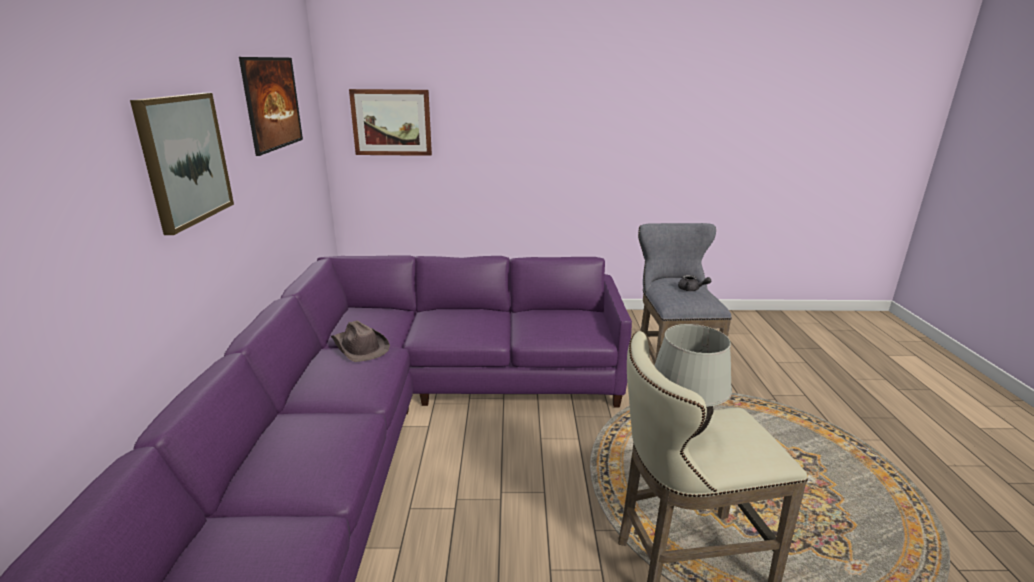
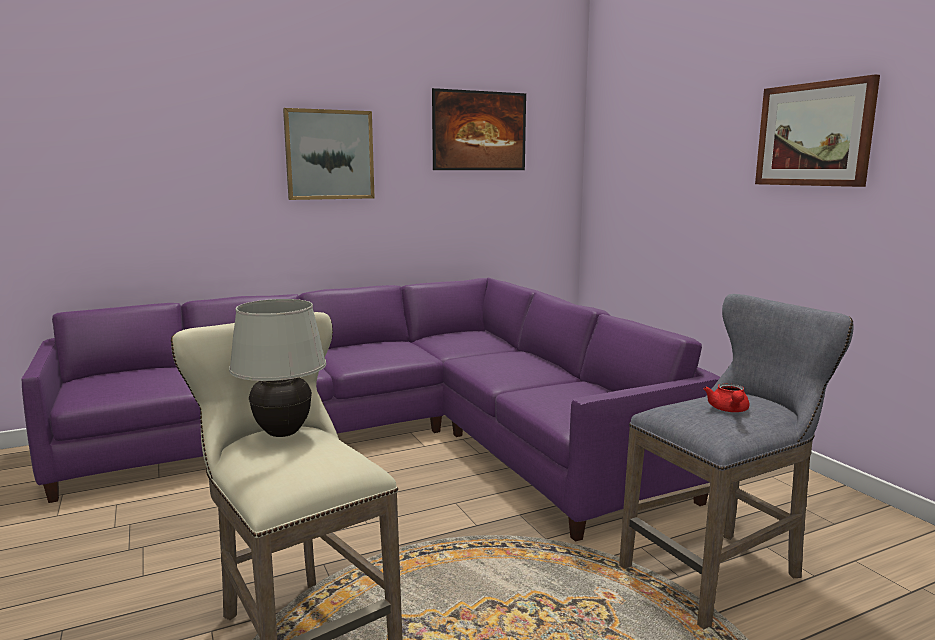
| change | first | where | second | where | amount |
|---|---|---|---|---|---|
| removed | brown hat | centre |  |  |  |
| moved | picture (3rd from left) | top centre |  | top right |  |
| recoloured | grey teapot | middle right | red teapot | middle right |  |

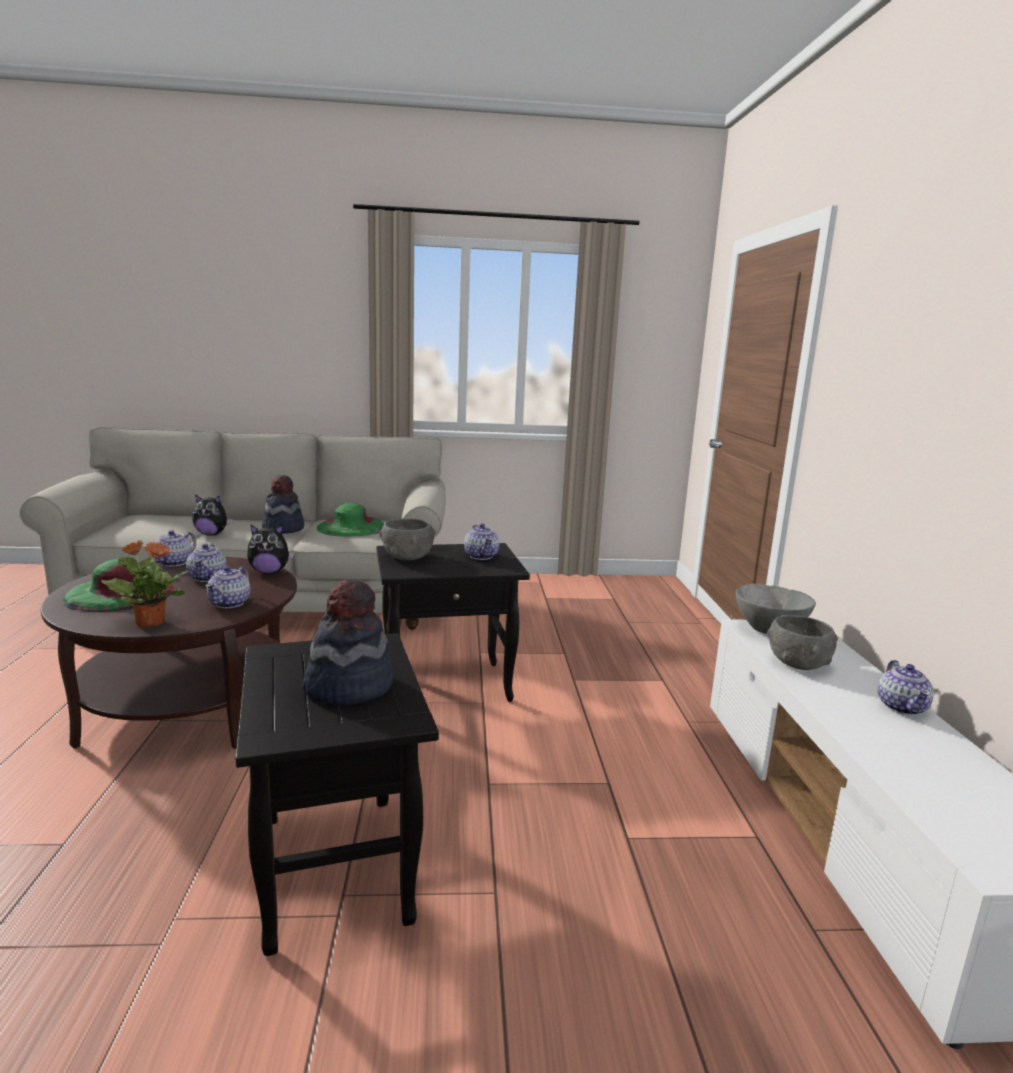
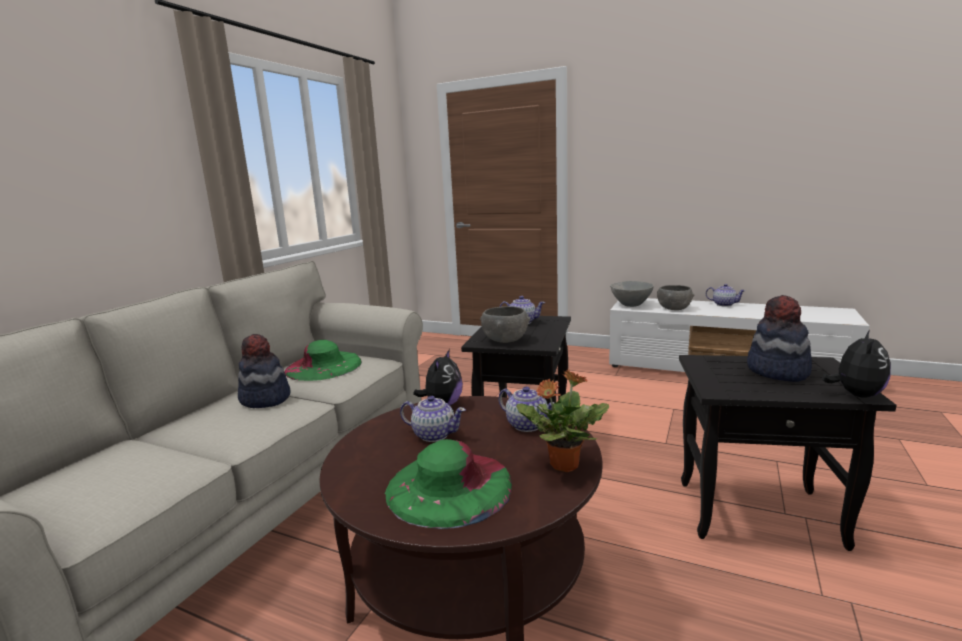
| change | first | where | second | where | amount |
|---|---|---|---|---|---|
| removed | teapot (1st from left) | middle left |  |  |  |
| moved | plush toy (1st from left in the first image) | middle left | plush toy (2nd from left) | middle right |  |

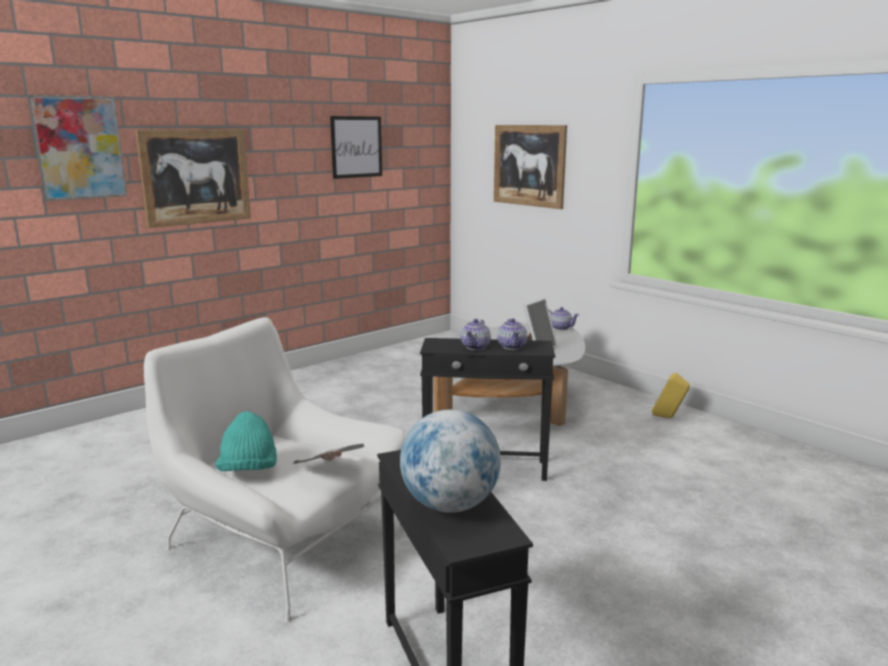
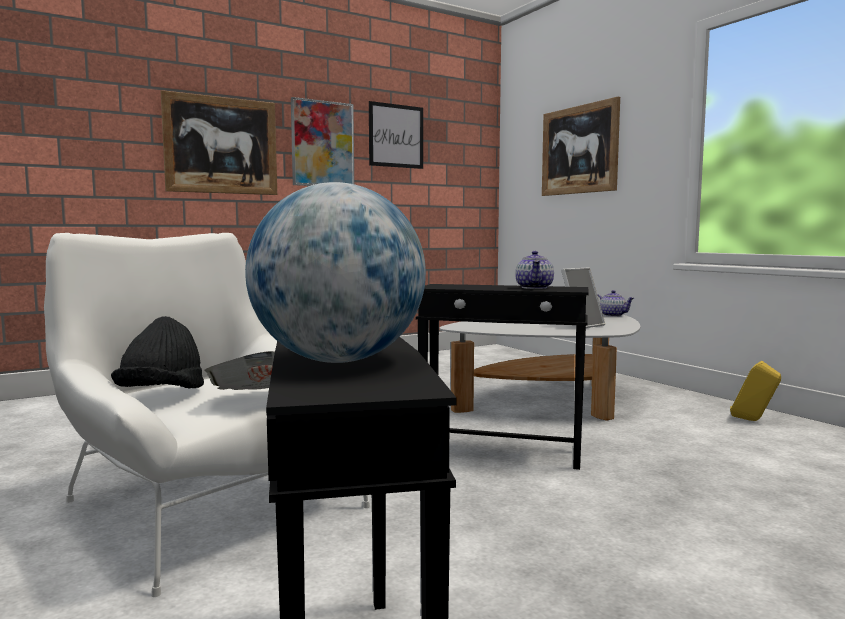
| change | first | where | second | where | amount |
|---|---|---|---|---|---|
| removed | teapot (1st from left) | centre |  |  |  |
| moved | picture (1st from left in the first image) | top left | picture (2nd from left) | top centre |  |
| recoloured | turquoise hat | middle left | black hat | middle left |  |

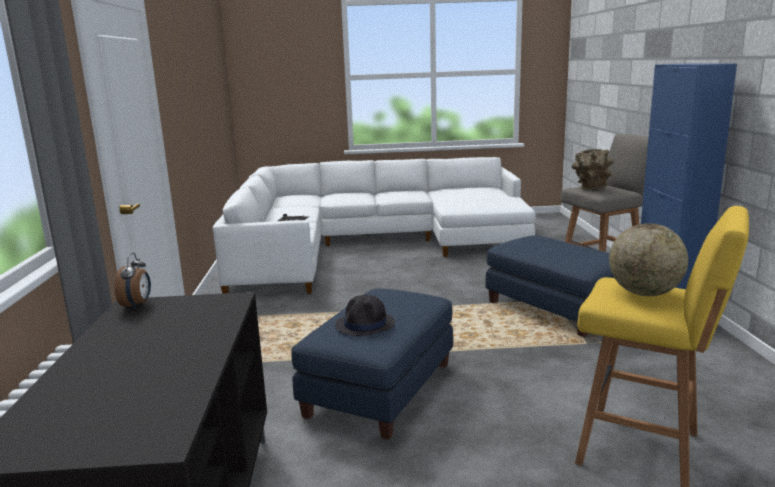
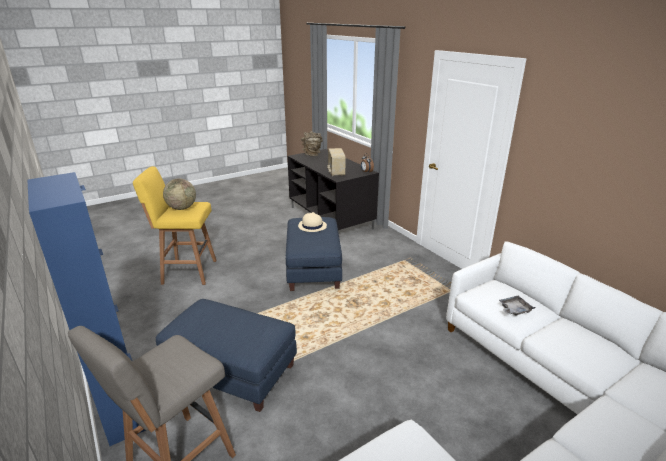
| change | first | where | second | where | amount |
|---|---|---|---|---|---|
| added |  |  | radio | centre |  |
| moved | brown vase | middle right |  | top centre |  |
| recoloured | black hat | centre | beige hat | centre |  |

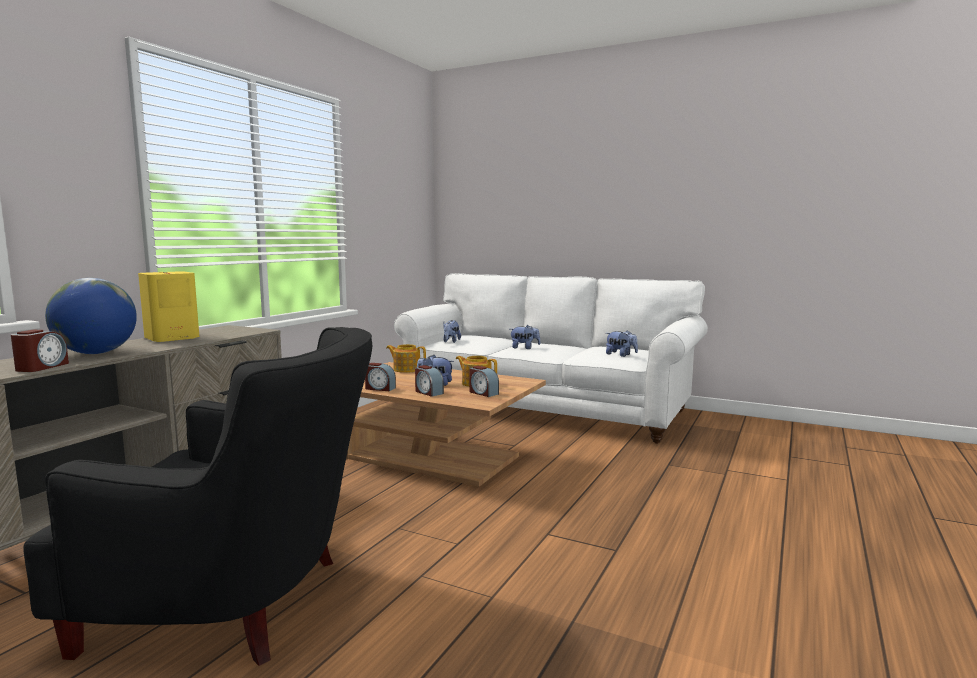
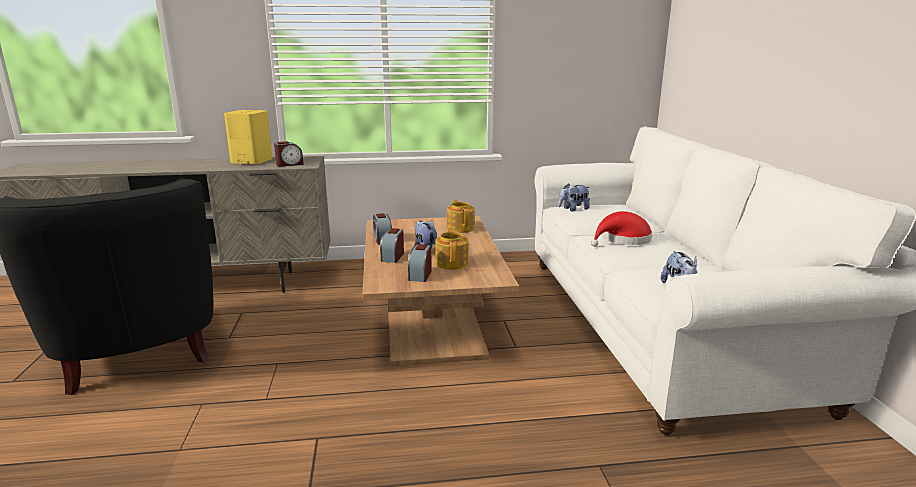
| change | first | where | second | where | amount |
|---|---|---|---|---|---|
| removed | globe | middle left |  |  |  |
| moved | alarm clock (1st from left) | middle left |  | top left |  |
| replaced | plush toy (3rd from left) | centre | red hat | middle right |  |

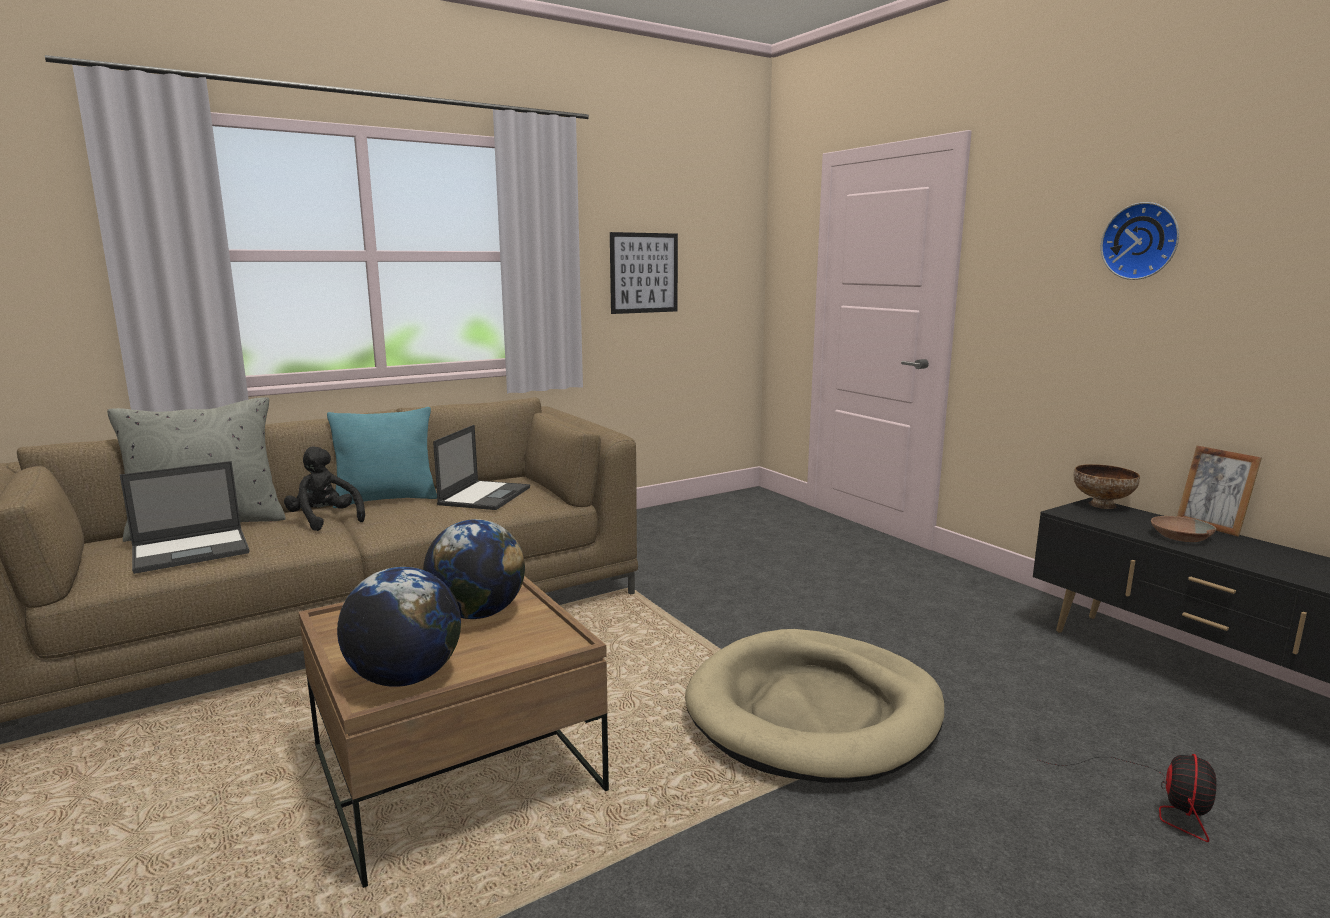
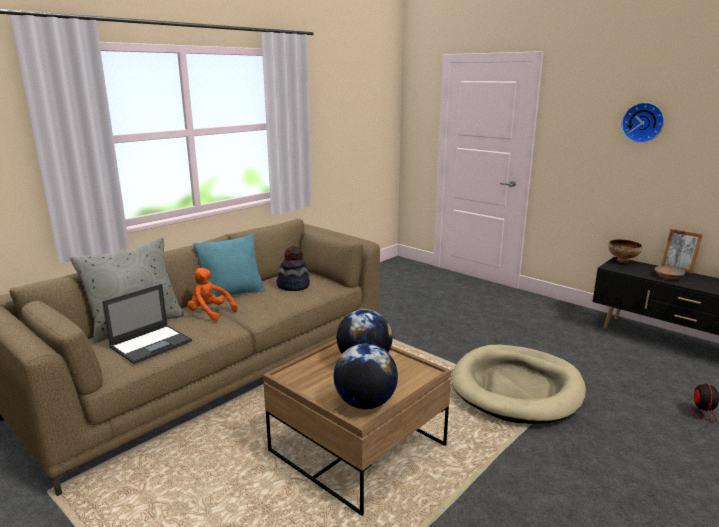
| change | first | where | second | where | amount |
|---|---|---|---|---|---|
| removed | picture | top centre |  |  |  |
| replaced | laptop (2nd from left) | centre | hat | centre |  |
| recoloured | black plush toy | middle left | orange plush toy | middle left |  |

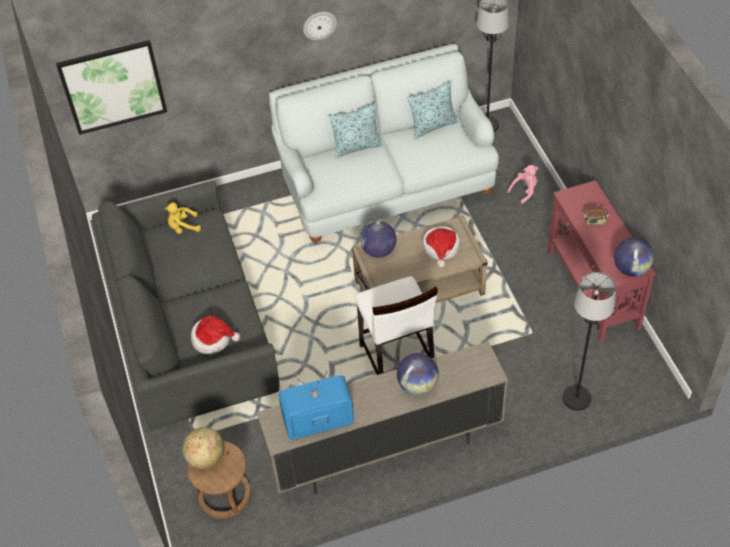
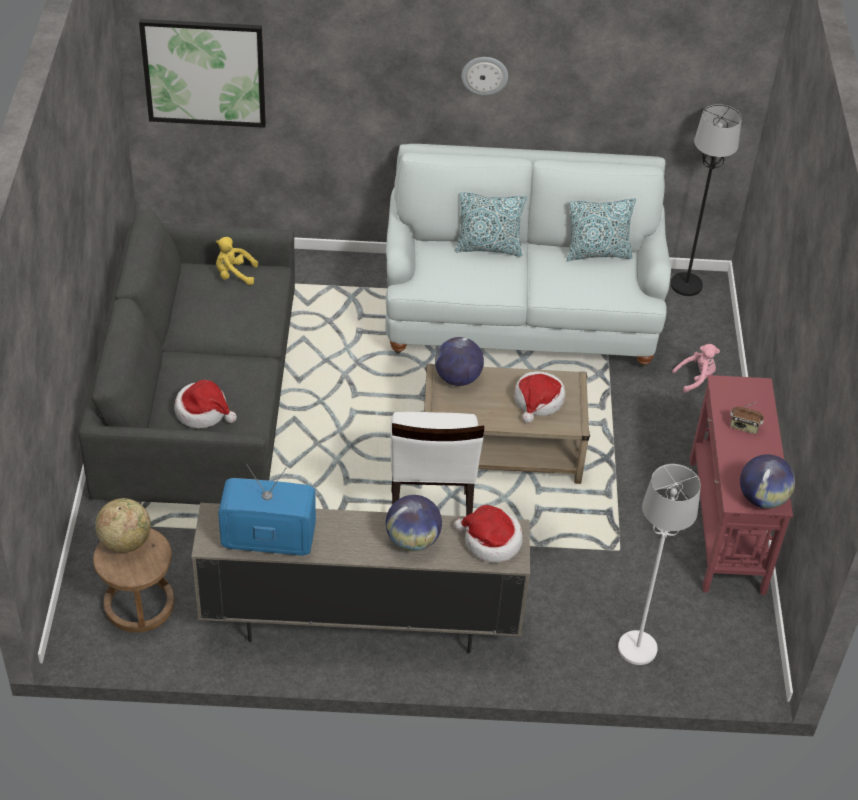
| change | first | where | second | where | amount |
|---|---|---|---|---|---|
| added |  |  | hat (2nd from left) | bottom centre |  |
| recoloured | black floor lamp (2nd from left) | middle right | white floor lamp | bottom right |  |

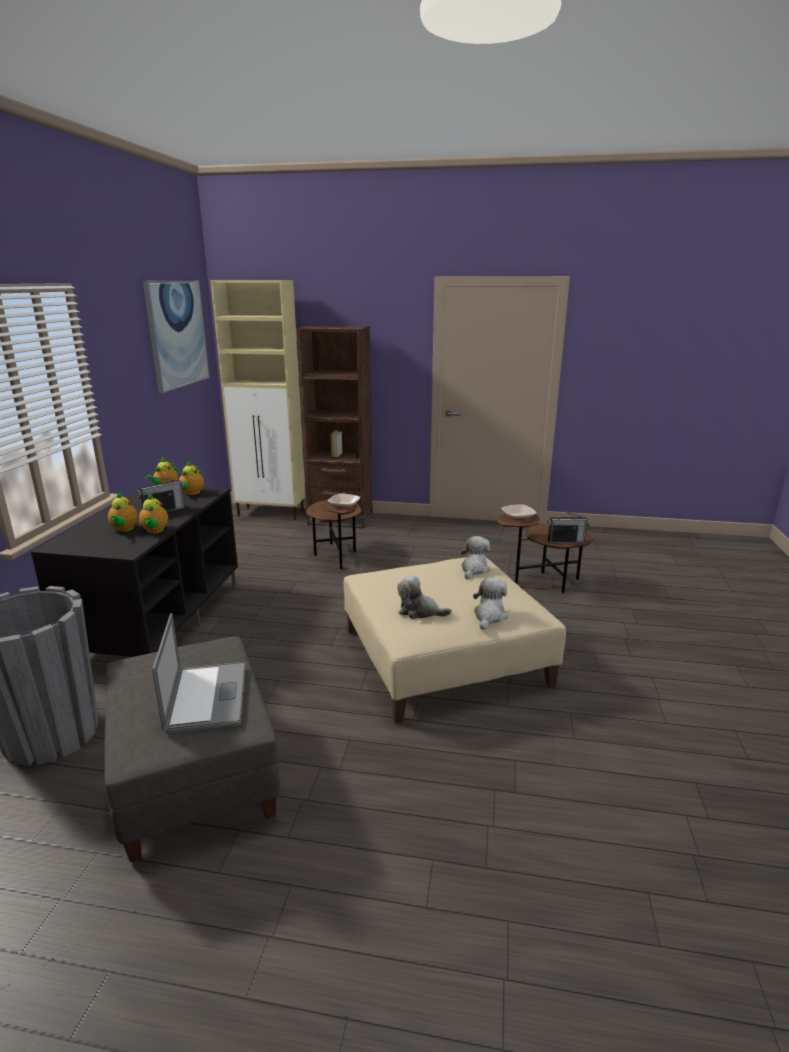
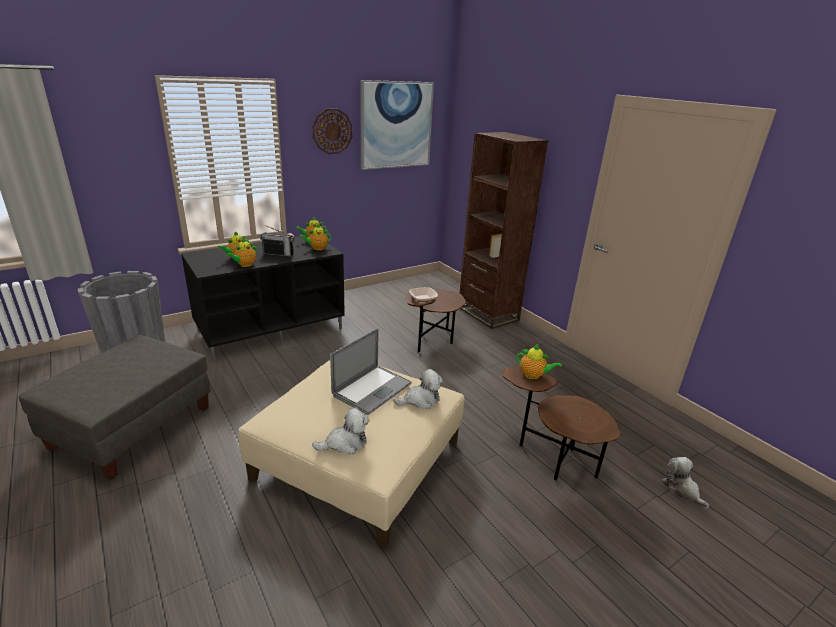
| change | first | where | second | where | amount |
|---|---|---|---|---|---|
| removed | beige cabinet | middle left |  |  |  |
| removed | radio (2nd from left) | middle right |  |  |  |
| added |  |  | wall clock | top centre |  |
| moved | laptop | middle left |  | centre |  |
| moved | plush toy (1st from left in the first image) | centre | plush toy (3rd from left) | bottom right |  |
| replaced | bowl (2nd from left) | centre | teapot (5th from left) | centre |  |

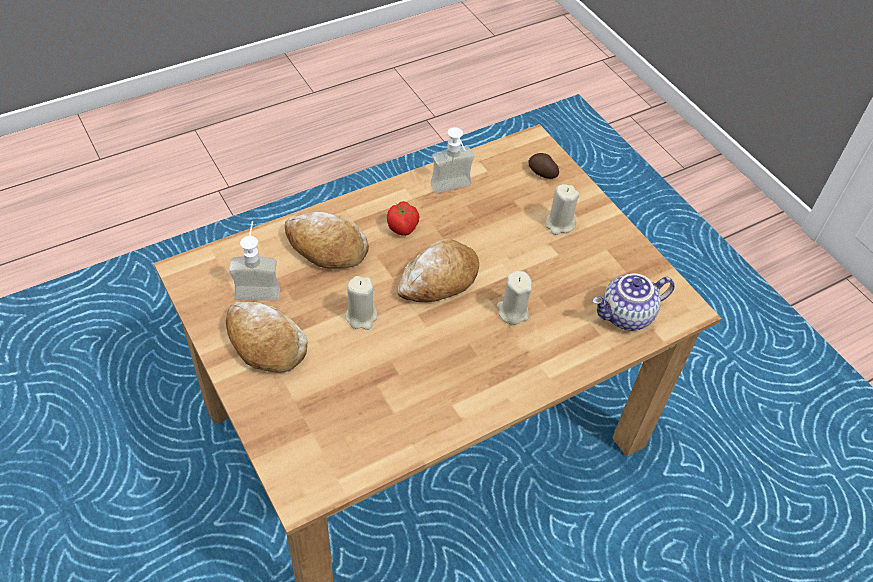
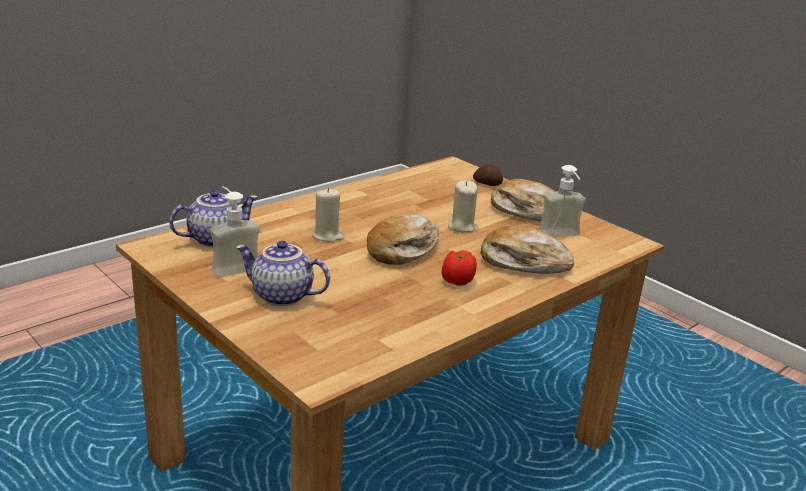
| change | first | where | second | where | amount |
|---|---|---|---|---|---|
| moved | soap dispenser (2nd from left in the first image) | top centre | soap dispenser (1st from left) | middle left |  |
| moved | potato | top centre |  | centre |  |
| replaced | beige candle (3rd from left) | centre | teapot (2nd from left) | centre |  |

